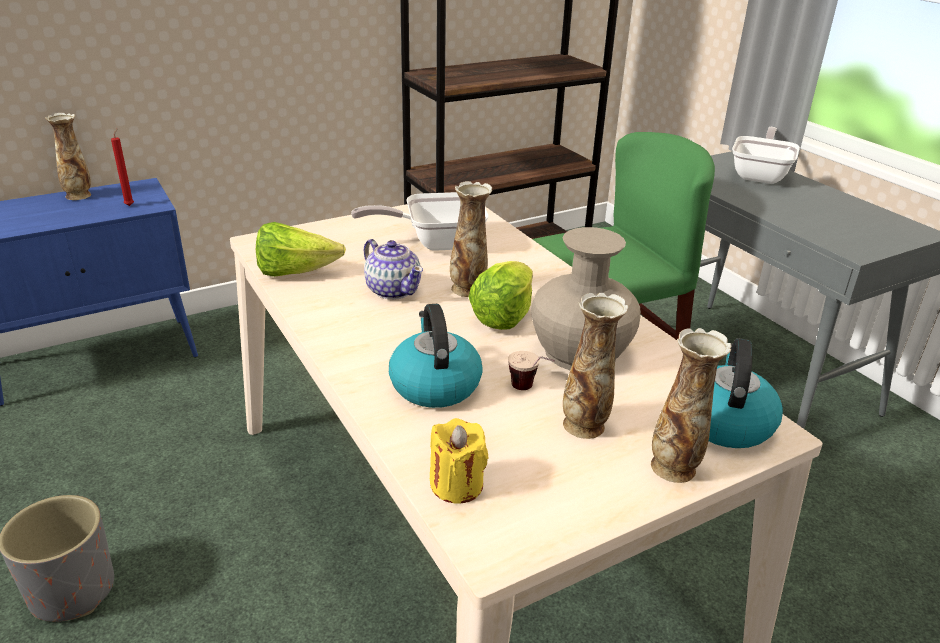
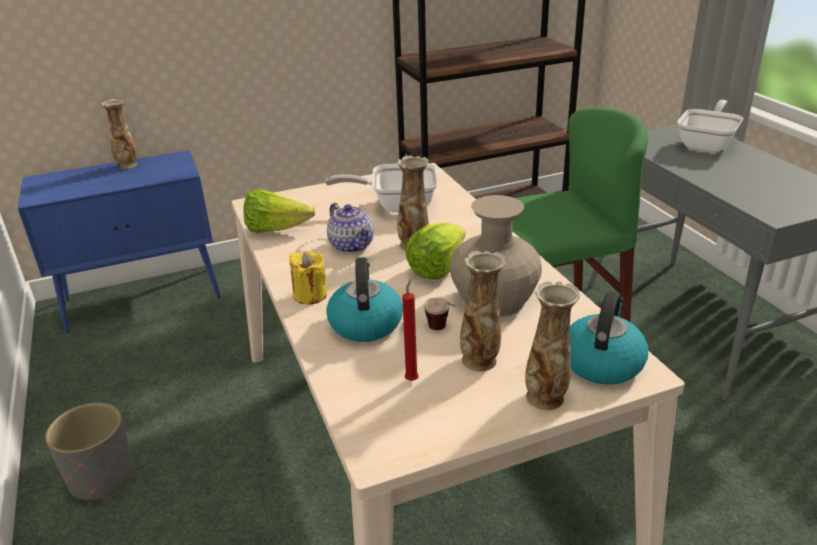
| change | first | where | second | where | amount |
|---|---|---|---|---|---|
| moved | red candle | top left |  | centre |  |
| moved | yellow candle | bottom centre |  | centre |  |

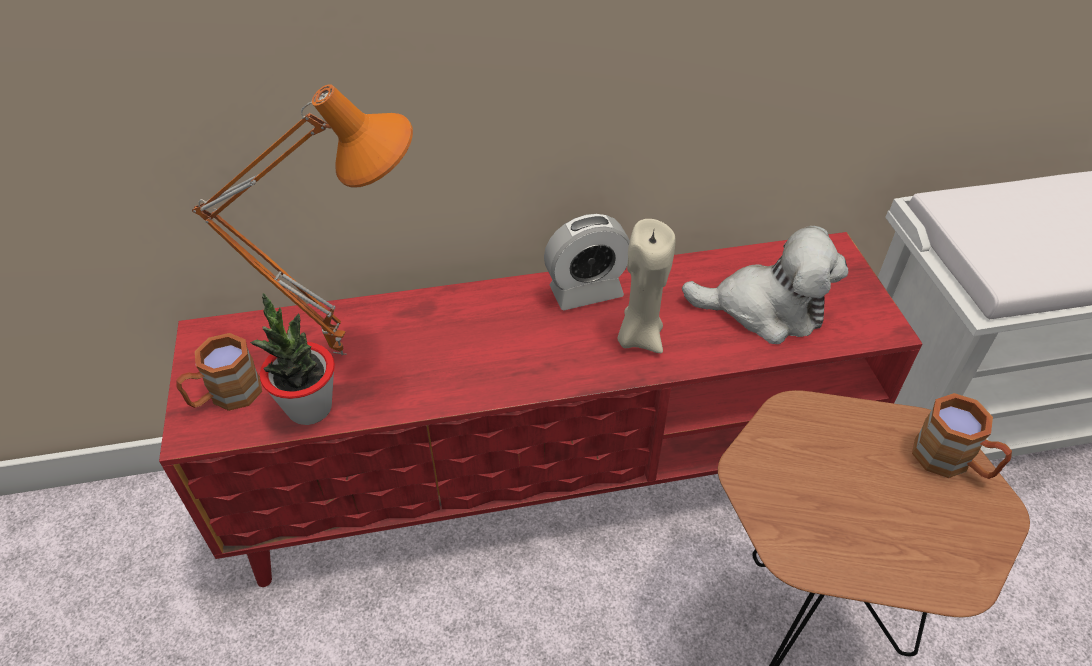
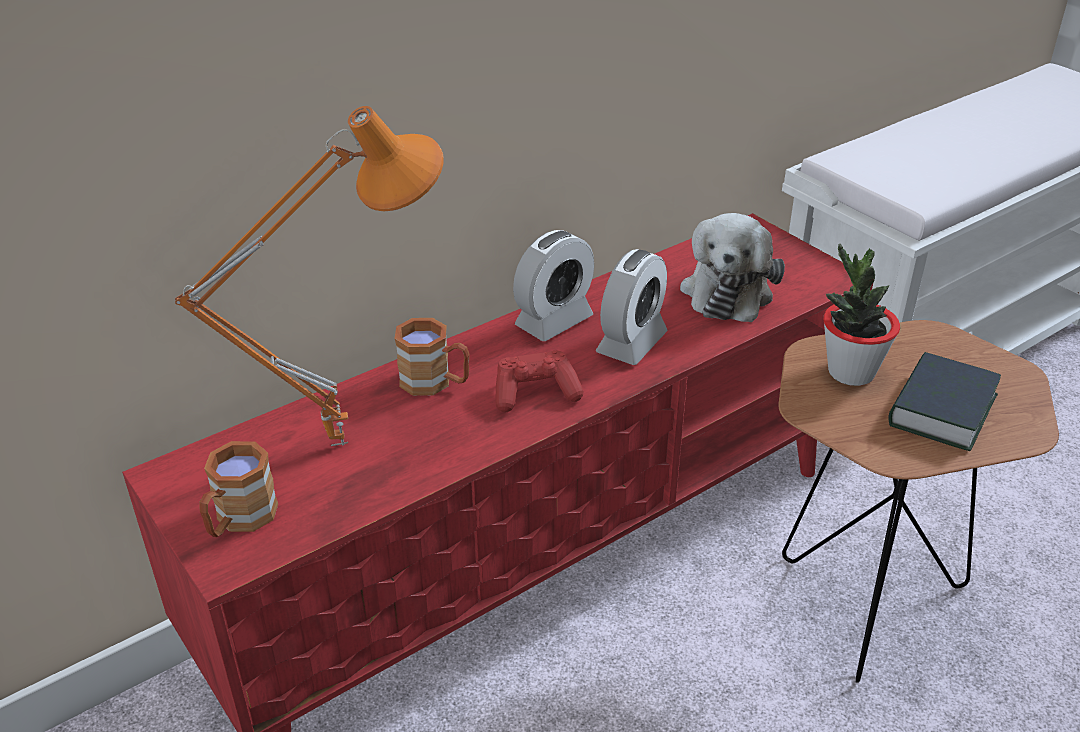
| change | first | where | second | where | amount |
|---|---|---|---|---|---|
| added |  |  | red game controller | centre |  |
| added |  |  | book | middle right |  |
| moved | potted plant | middle left |  | middle right |  |
| moved | brown mug (2nd from left) | middle right |  | centre |  |
| replaced | beige candle | centre | alarm clock (2nd from left) | centre |  |
| turned | plush toy | middle right |  | middle right | 120 degrees clockwise |

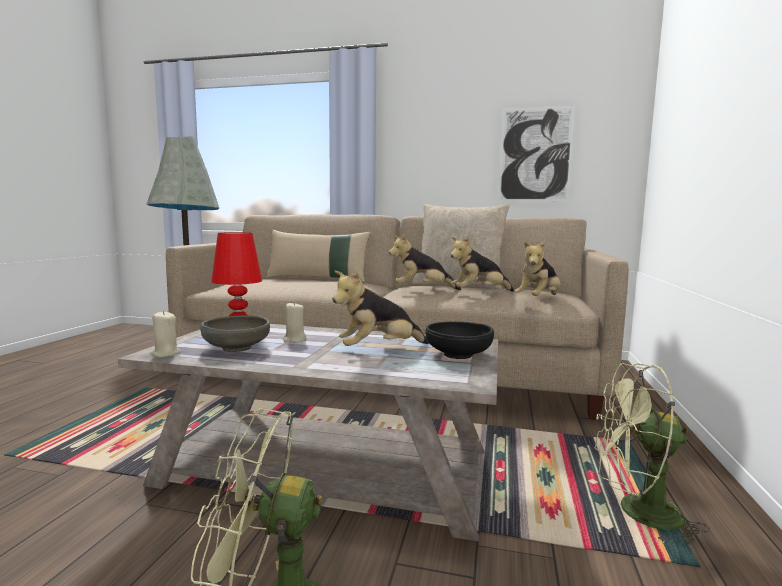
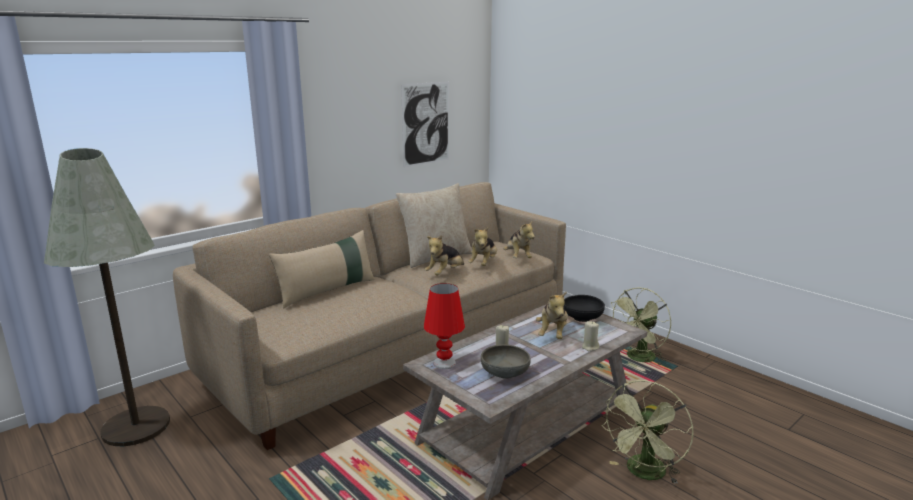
| change | first | where | second | where | amount |
|---|---|---|---|---|---|
| moved | beige candle (1st from left in the first image) | middle left | beige candle (2nd from left) | bottom centre |  |

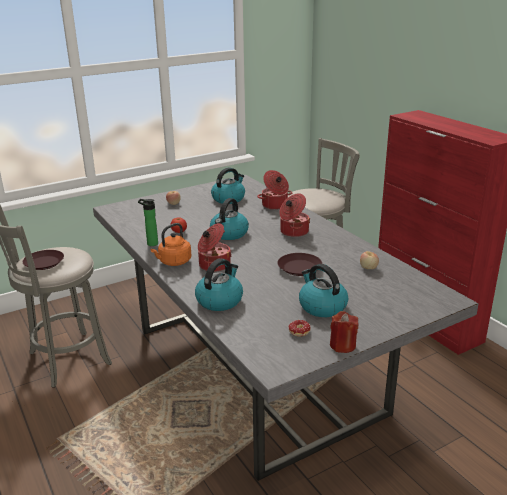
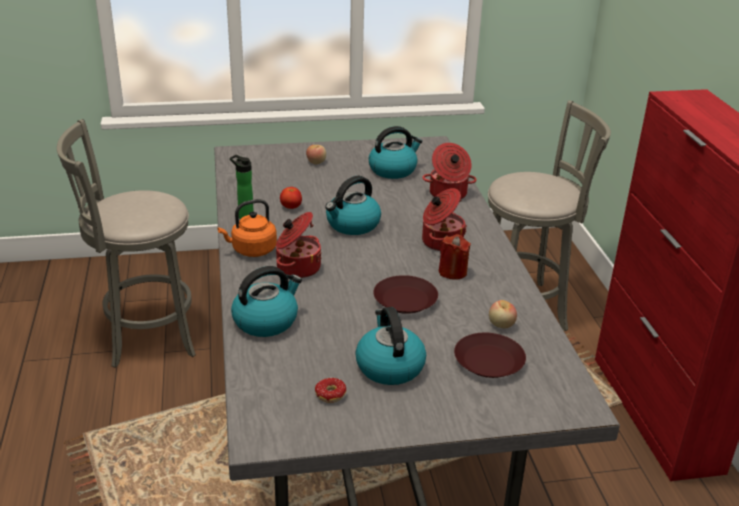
| change | first | where | second | where | amount |
|---|---|---|---|---|---|
| moved | brown plate (1st from left in the first image) | middle left | brown plate (2nd from left) | bottom centre |  |
| moved | red candle | bottom right |  | centre |  |

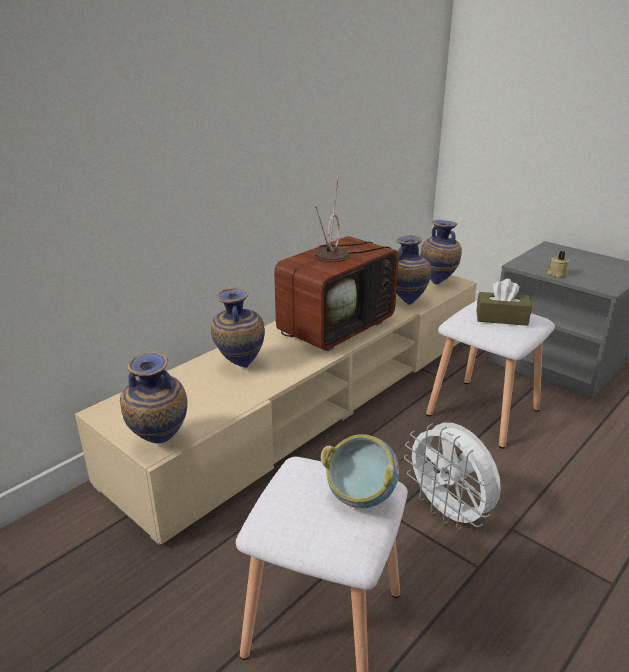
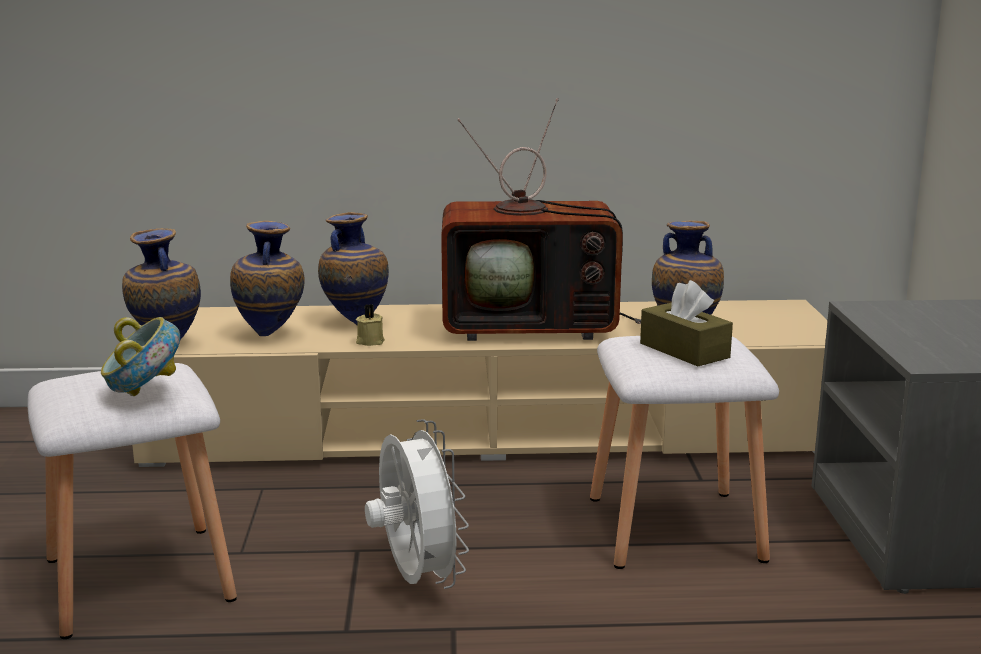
| change | first | where | second | where | amount |
|---|---|---|---|---|---|
| moved | vase (4th from left in the first image) | middle right | vase (2nd from left) | middle left |  |
| moved | beige candle | middle right |  | centre |  |
| turned | white fan | bottom right |  | bottom centre | 150 degrees clockwise |

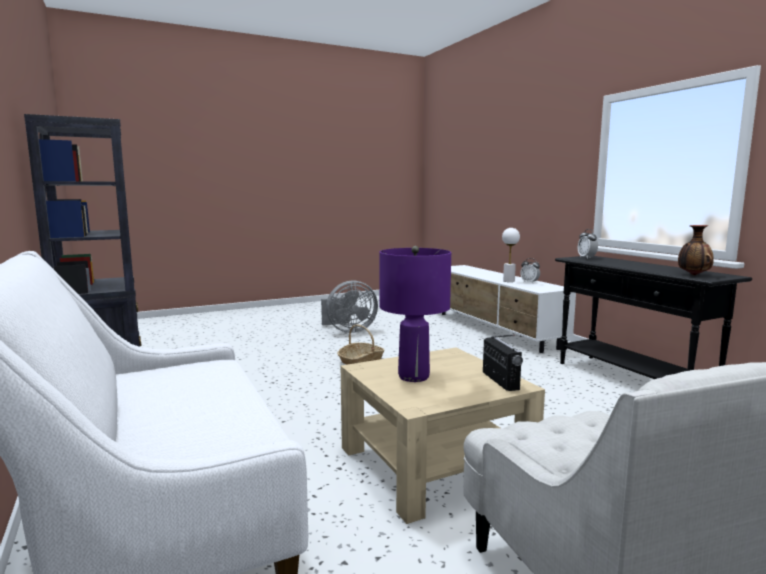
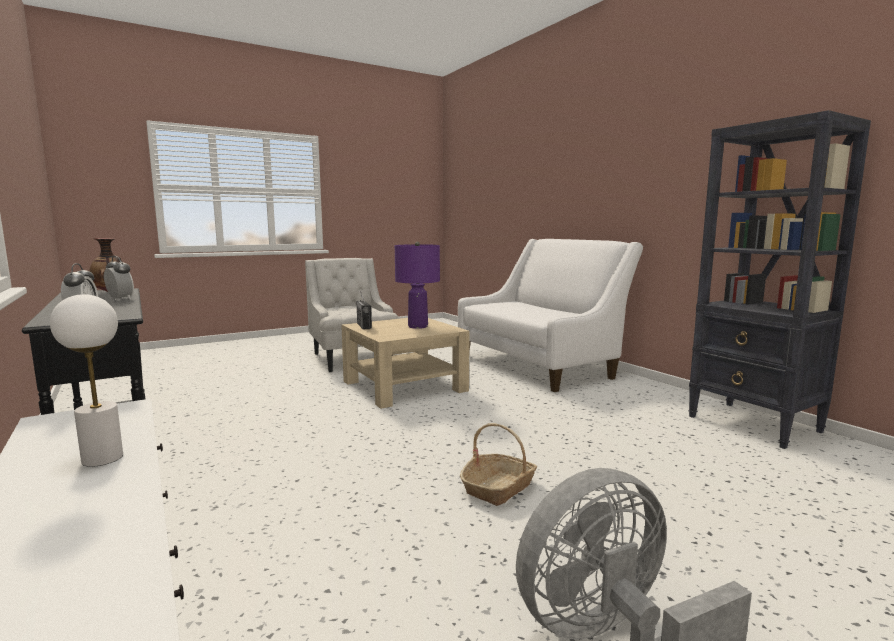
| change | first | where | second | where | amount |
|---|---|---|---|---|---|
| moved | alarm clock (1st from left in the first image) | middle right | alarm clock (2nd from left) | middle left |  |

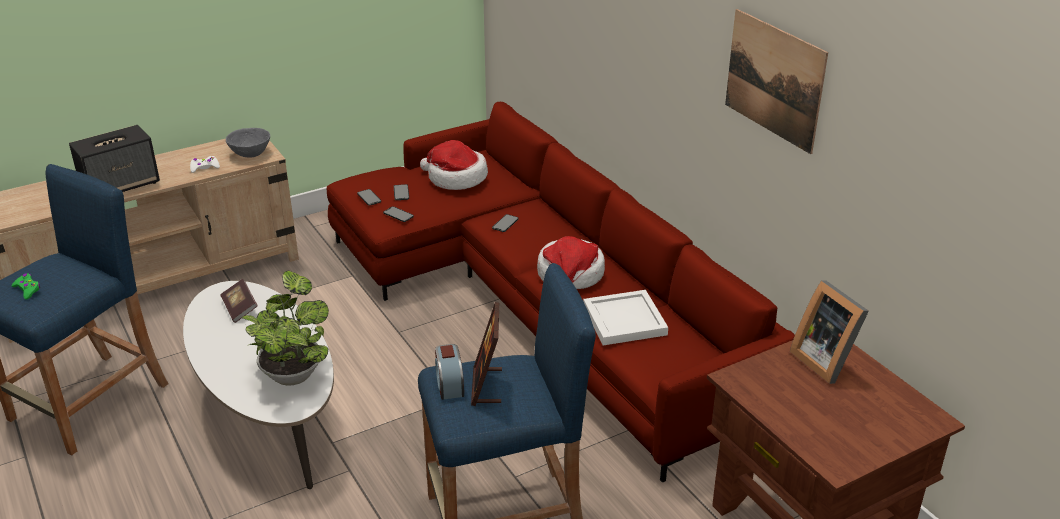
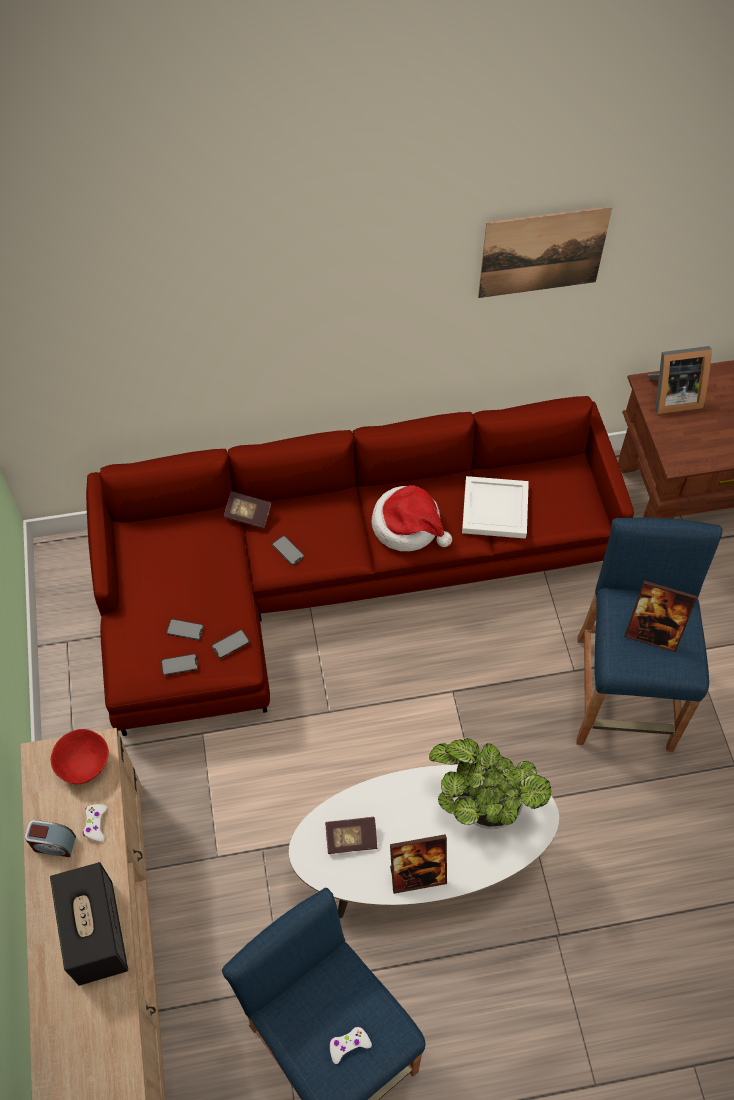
| change | first | where | second | where | amount |
|---|---|---|---|---|---|
| removed | hat (1st from left) | top centre |  |  |  |
| added |  |  | book (1st from left) | centre |  |
| added |  |  | picture frame (1st from left) | bottom centre |  |
| moved | alarm clock | bottom centre |  | bottom left |  |
| recoloured | green game controller | middle left | white game controller (2nd from left) | bottom centre |  |
| recoloured | grey bowl | top left | red bowl | bottom left |  |

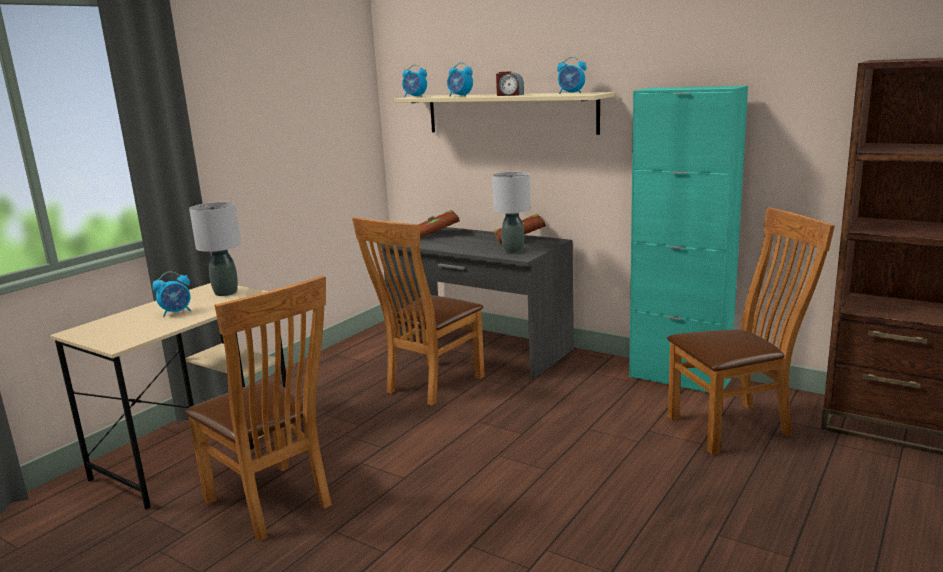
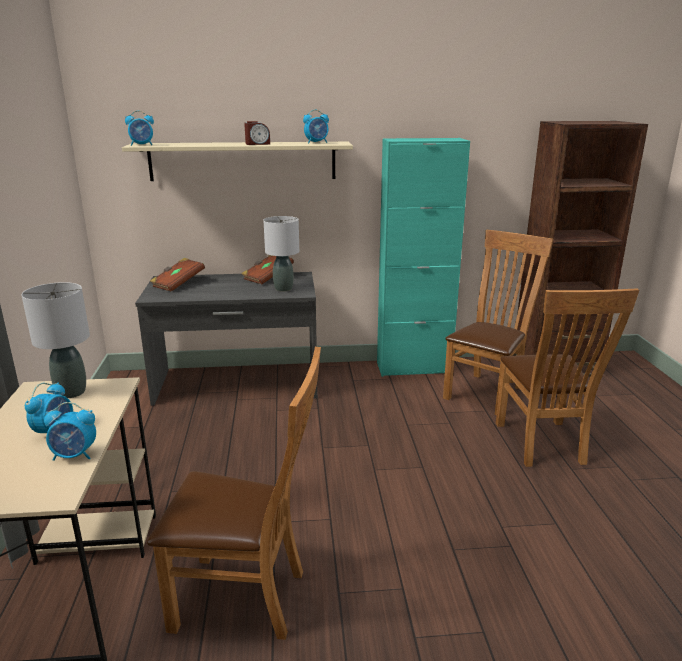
| change | first | where | second | where | amount |
|---|---|---|---|---|---|
| moved | brown chair (2nd from left in the first image) | centre | brown chair (3rd from left) | middle right |  |
| moved | alarm clock (3rd from left in the first image) | top centre | alarm clock (2nd from left) | middle left |  |

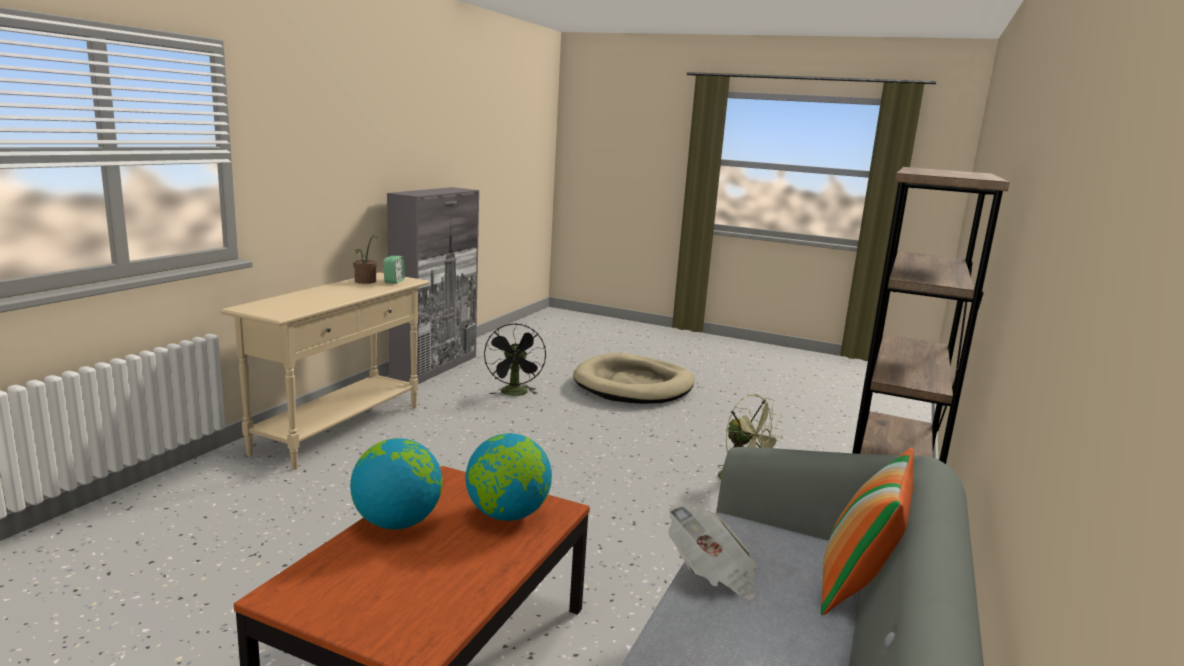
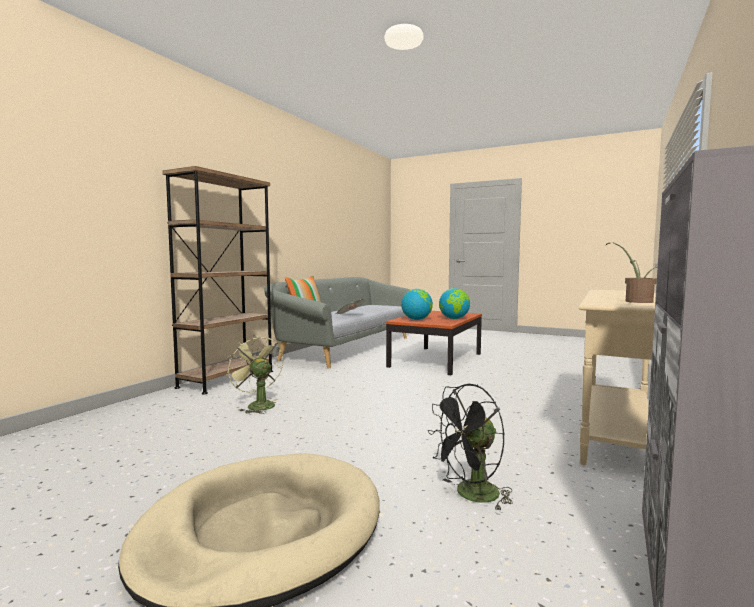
| change | first | where | second | where | amount |
|---|---|---|---|---|---|
| removed | alarm clock | middle left |  |  |  |
| turned | black fan | centre |  | bottom centre | 120 degrees counterclockwise |

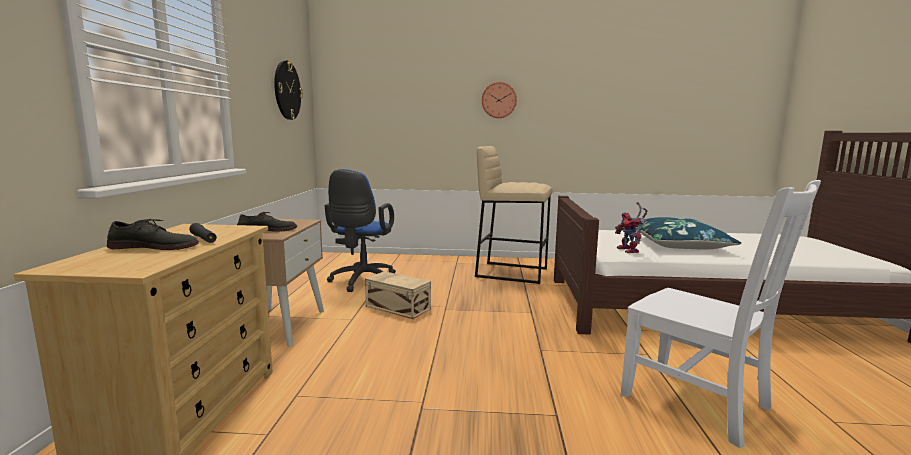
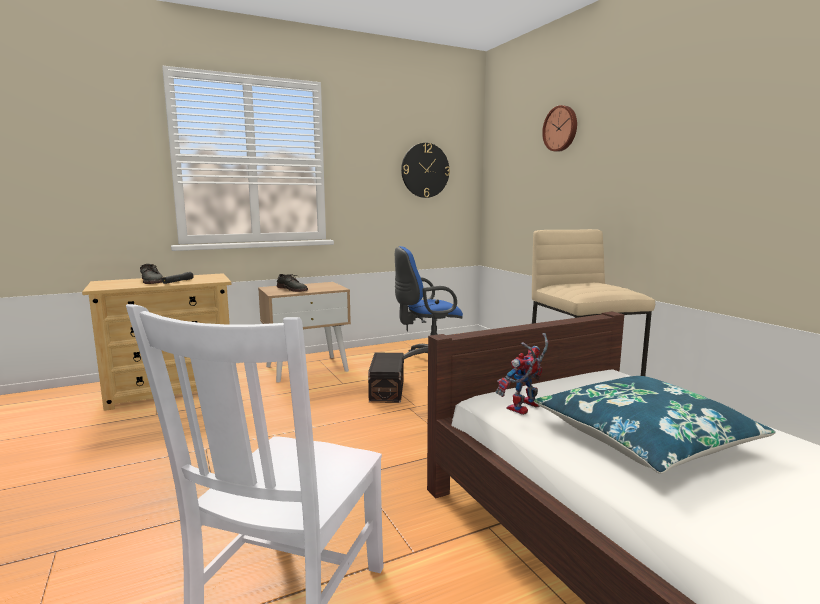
| change | first | where | second | where | amount |
|---|---|---|---|---|---|
| moved | wall clock (2nd from left) | top centre |  | top right |  |
| recoloured | beige storage box | centre | black storage box | centre |  |

